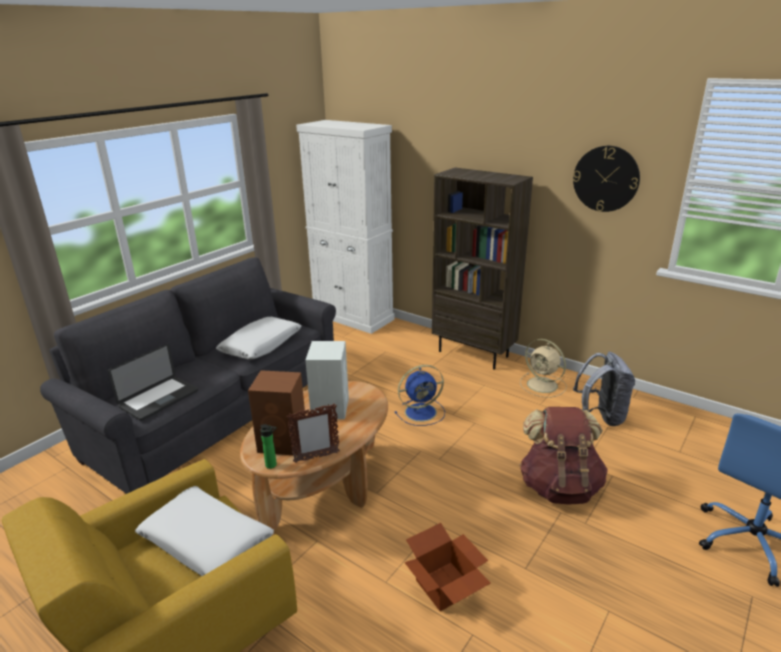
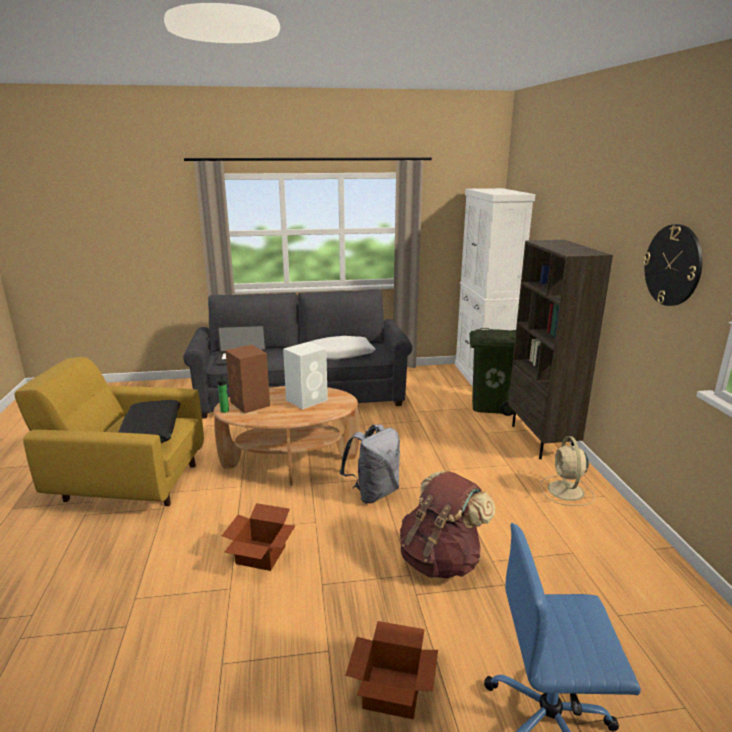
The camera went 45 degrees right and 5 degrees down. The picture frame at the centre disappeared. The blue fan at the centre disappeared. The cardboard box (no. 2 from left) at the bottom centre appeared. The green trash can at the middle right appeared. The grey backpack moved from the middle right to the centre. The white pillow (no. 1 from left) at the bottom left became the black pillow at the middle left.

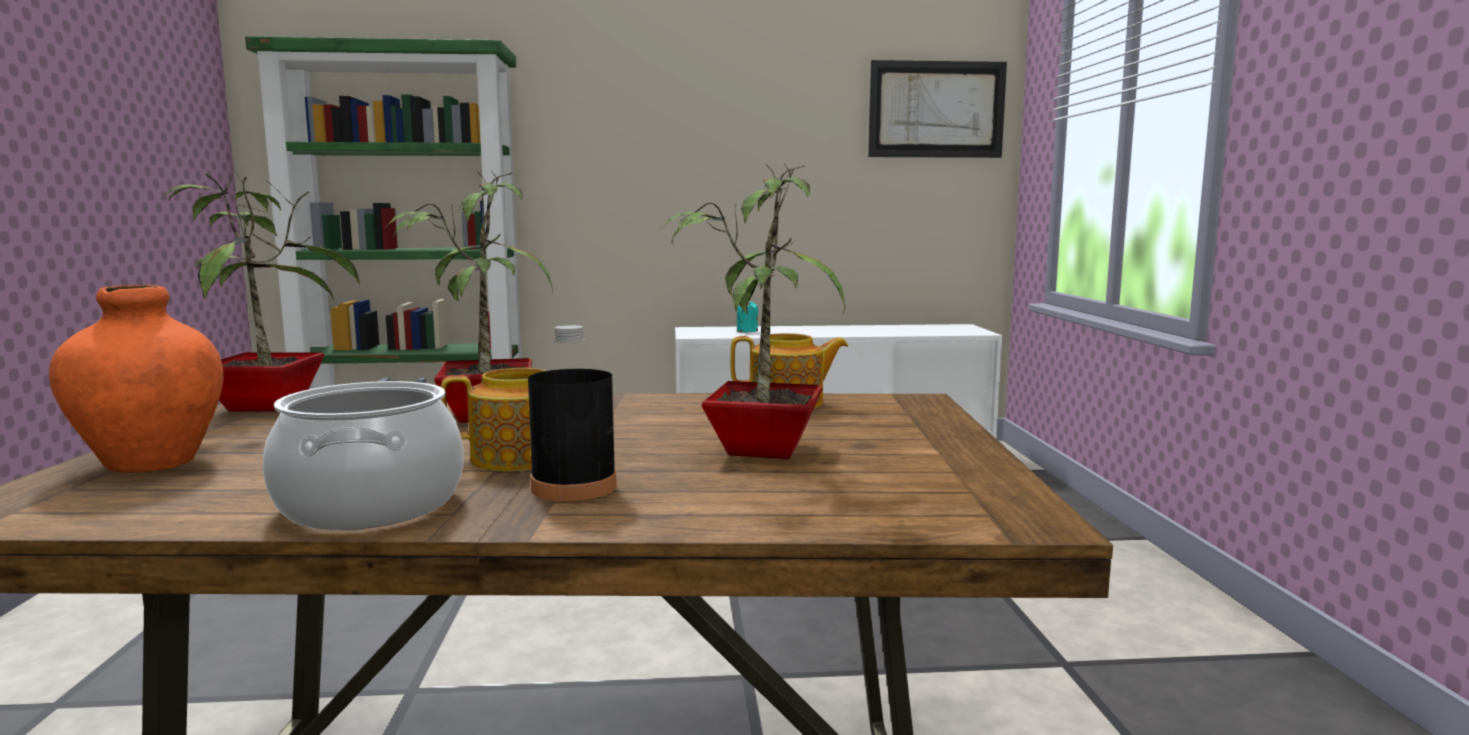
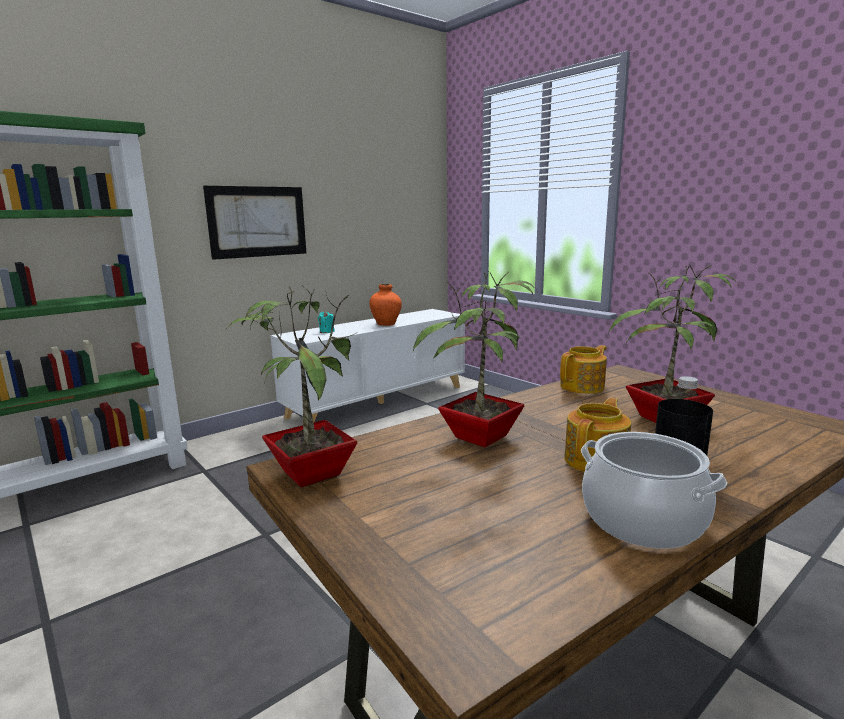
The camera went 35 degrees left and 5 degrees up. The orange vase moved from the middle left to the centre. The picture moved from the top centre to the top left.

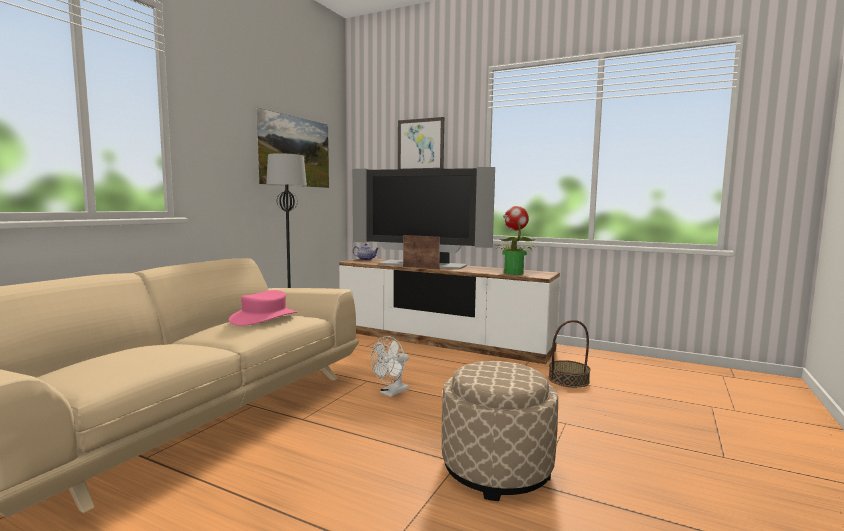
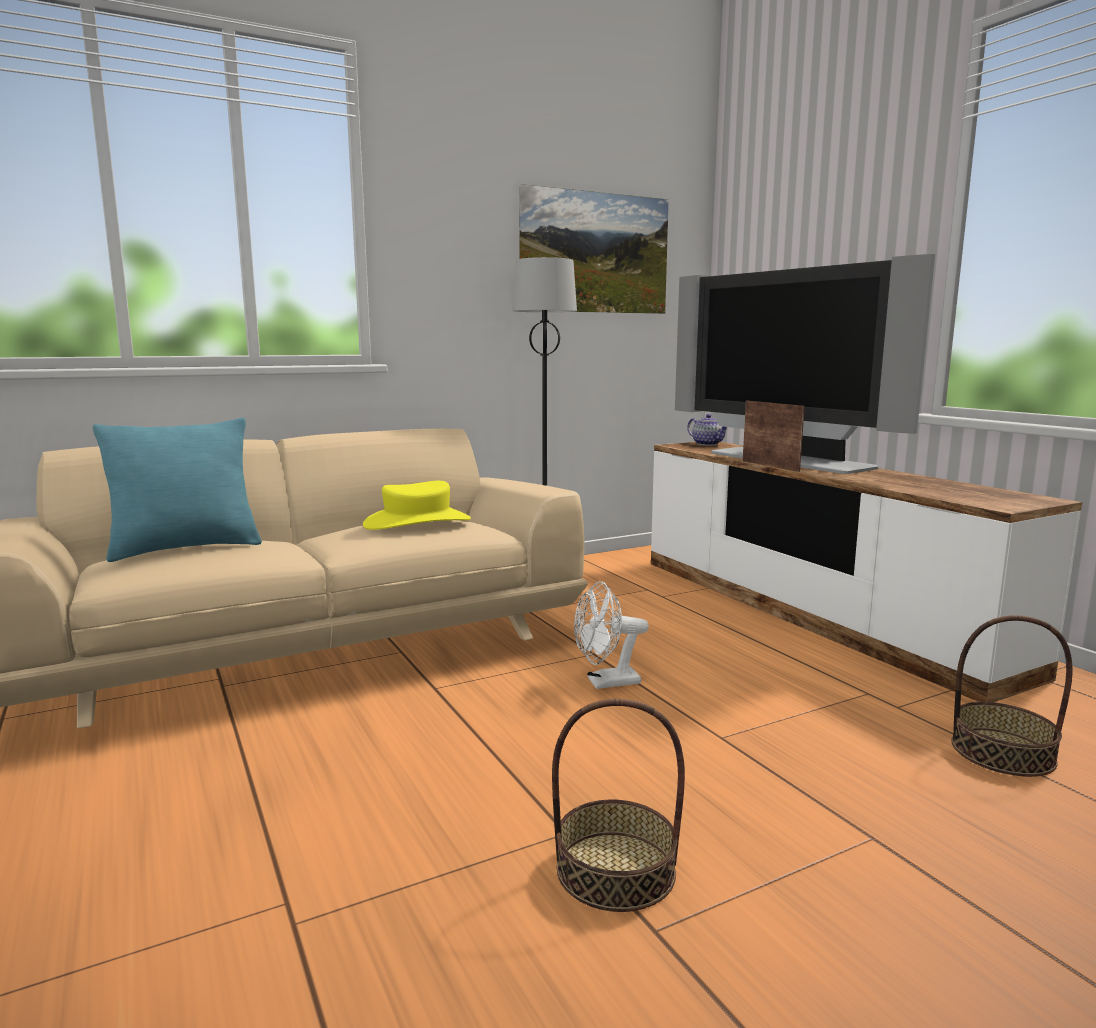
The camera went 35 degrees right and 5 degrees up. The picture (no. 2 from left) at the top centre disappeared. The potted plant at the centre disappeared. The turquoise pillow at the middle left appeared. The beige ottoman at the bottom centre was replaced by the basket (no. 1 from left) at the bottom centre. The pink hat at the middle left became the yellow hat at the centre.

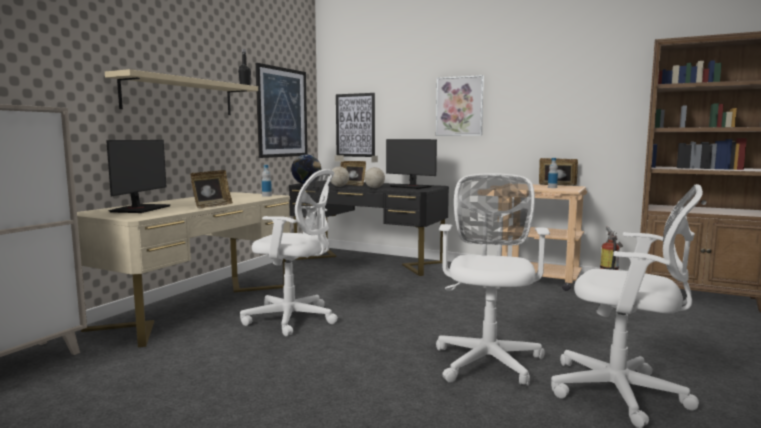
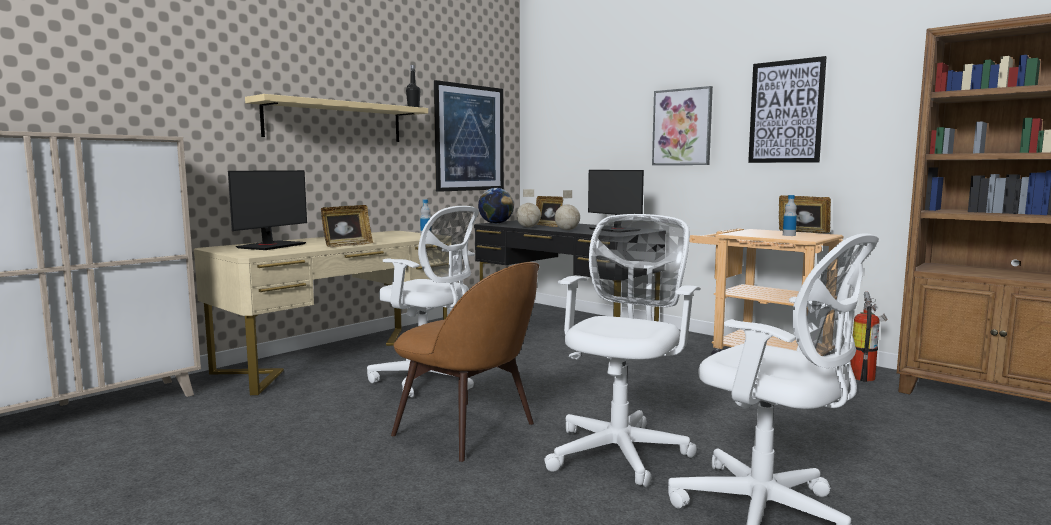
The camera went 15 degrees right and 0 degrees up. The brown chair at the bottom centre appeared. The picture (no. 2 from left in the first image) moved from the top centre to the top right.

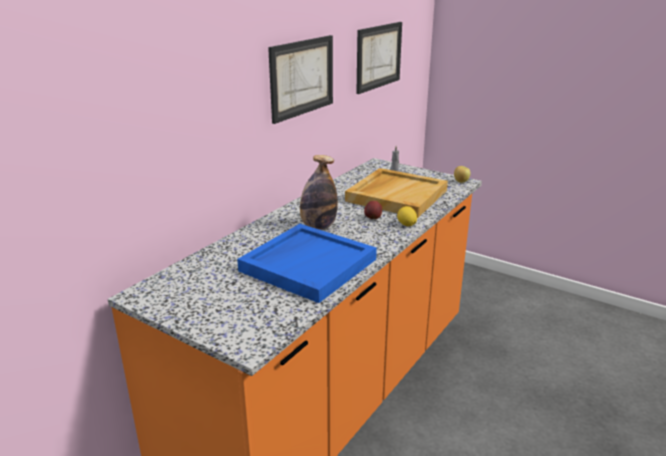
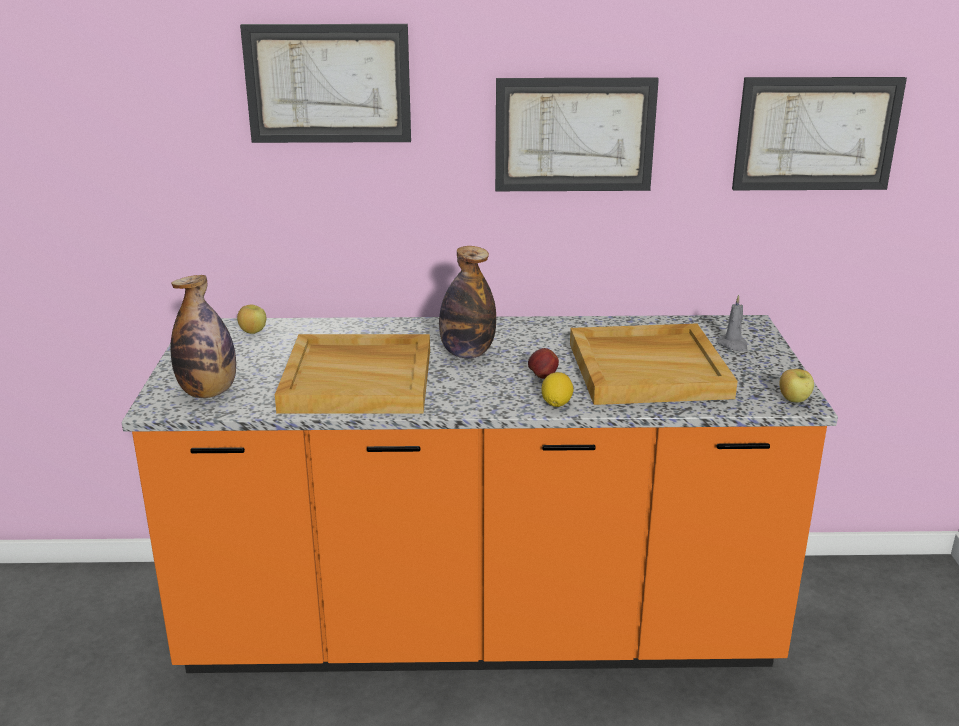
The camera went 55 degrees right and 0 degrees up. The bottle (no. 1 from left) at the middle left appeared. The apple (no. 1 from left) at the middle left appeared. The picture (no. 1 from left) at the top centre appeared. The blue tray at the centre became the beige tray (no. 1 from left) at the centre.

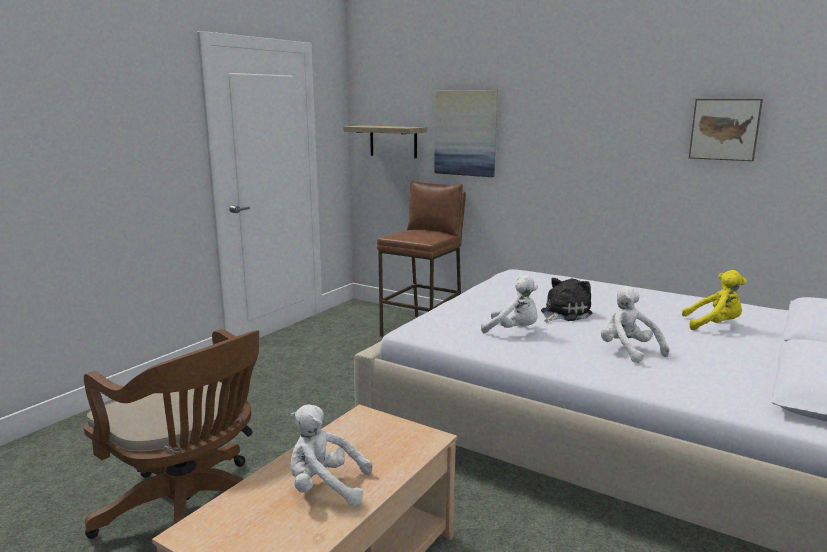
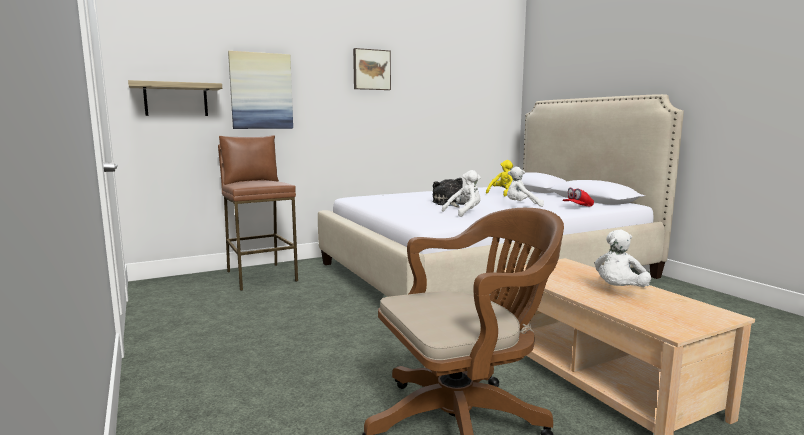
The camera went 60 degrees left and 5 degrees down. The red cap at the middle right appeared. The picture (no. 2 from left) moved from the top right to the top centre.

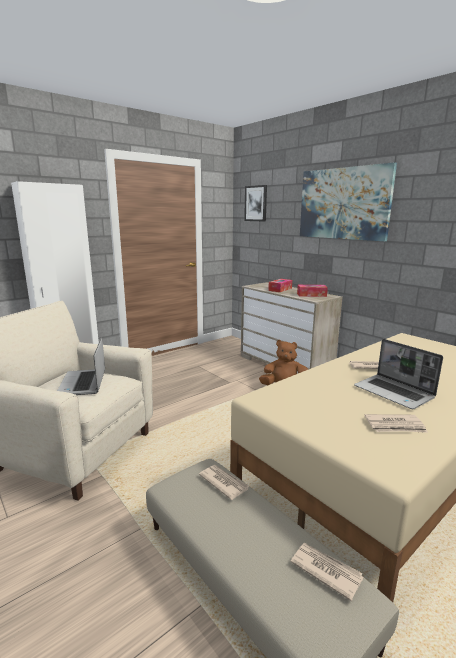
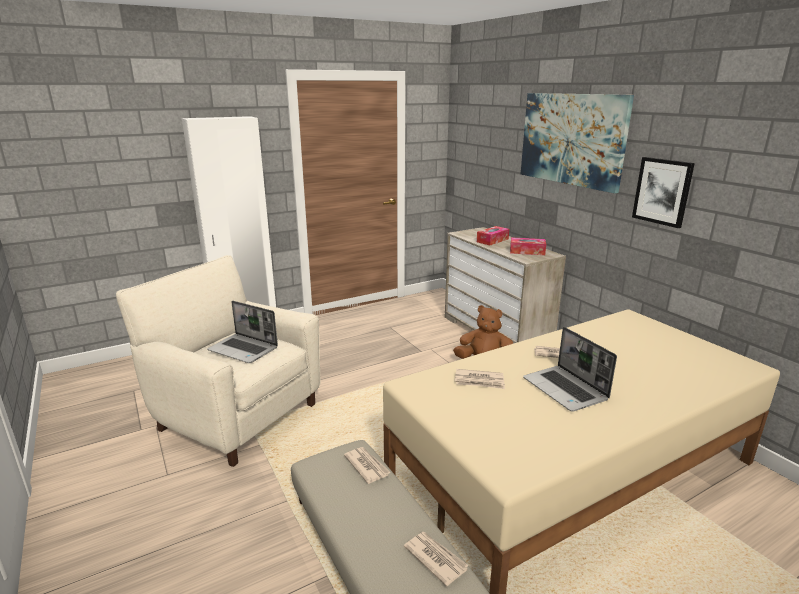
The camera went 10 degrees right and 5 degrees up. The picture (no. 1 from left in the first image) moved from the top centre to the top right. The newspaper (no. 4 from left in the first image) moved from the middle right to the centre. The laptop (no. 1 from left) at the middle left turned 60 degrees counterclockwise.

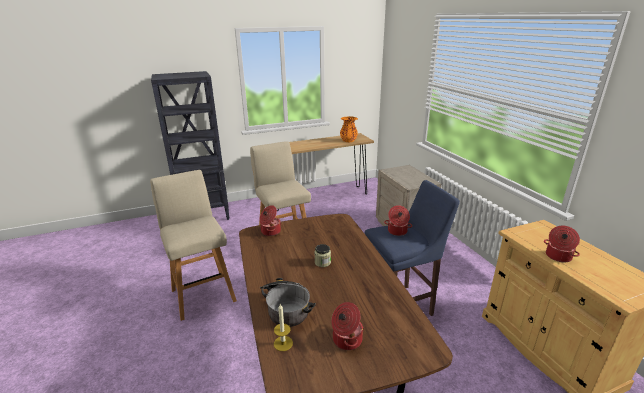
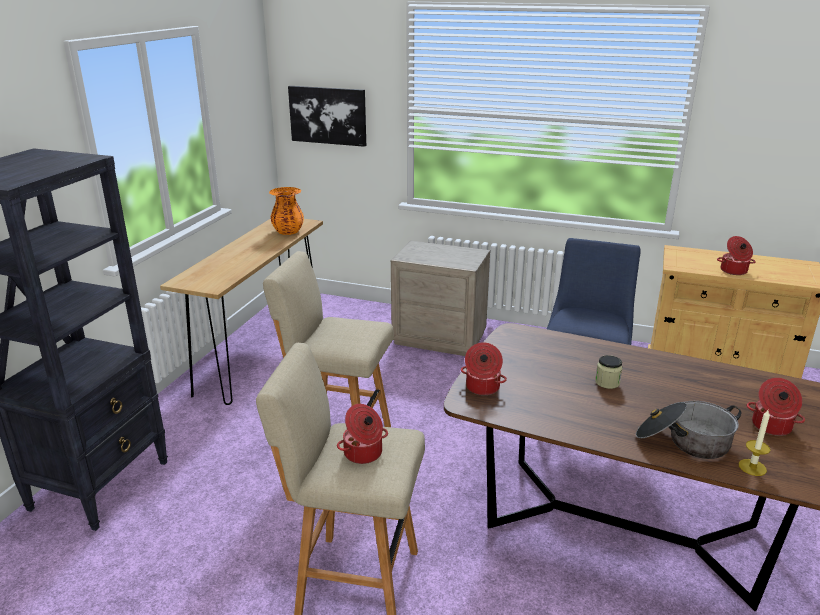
The camera went 50 degrees left and 0 degrees up. The picture at the top centre appeared. The cooking pot (no. 4 from left in the first image) moved from the centre to the bottom centre.

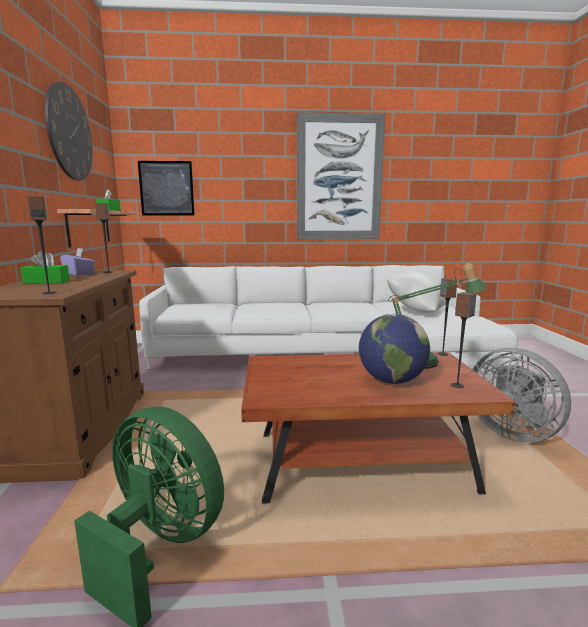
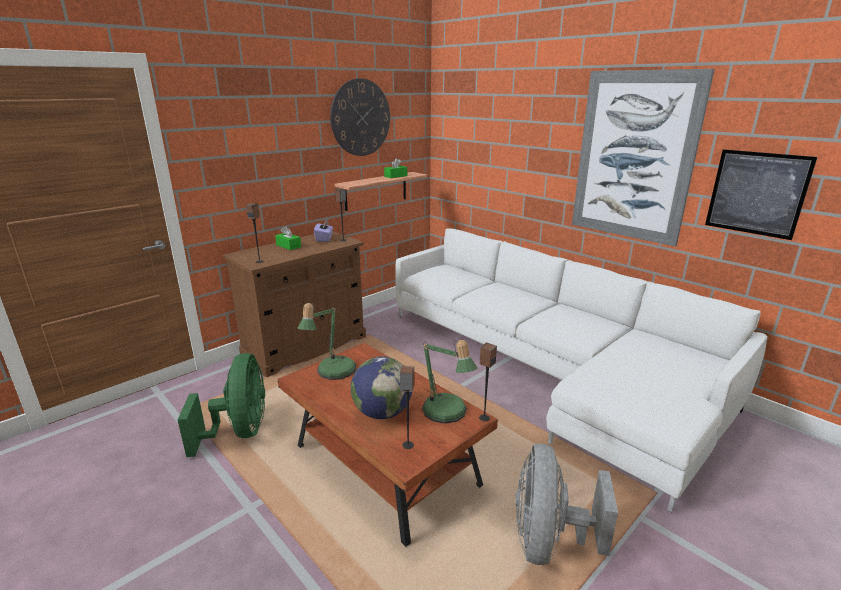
The camera went 50 degrees right and 10 degrees up. The white pillow at the middle right disappeared. The table lamp (no. 1 from left) at the centre appeared. The picture (no. 1 from left in the first image) moved from the top left to the top right.

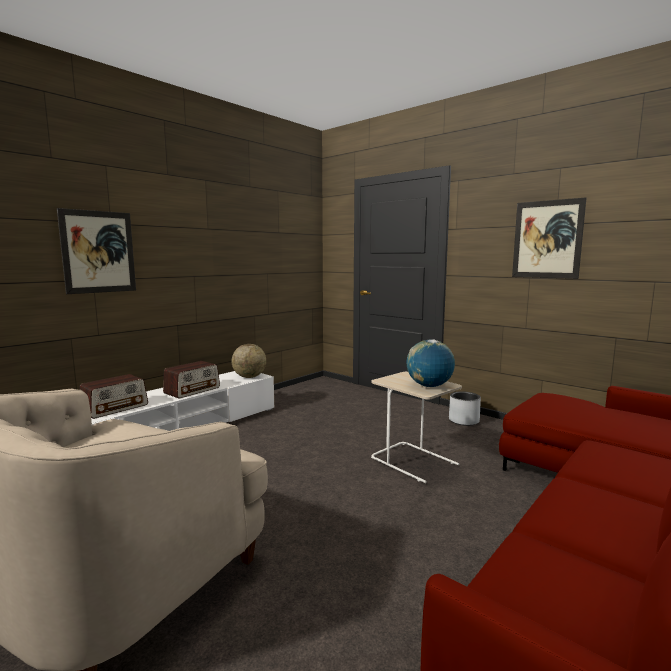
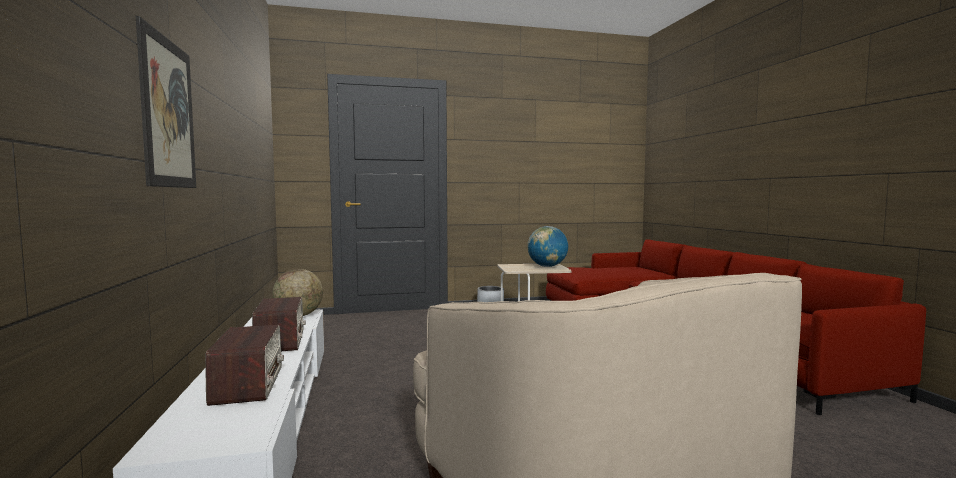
The camera went 55 degrees left and 5 degrees down. The picture (no. 2 from left) at the middle right disappeared.

